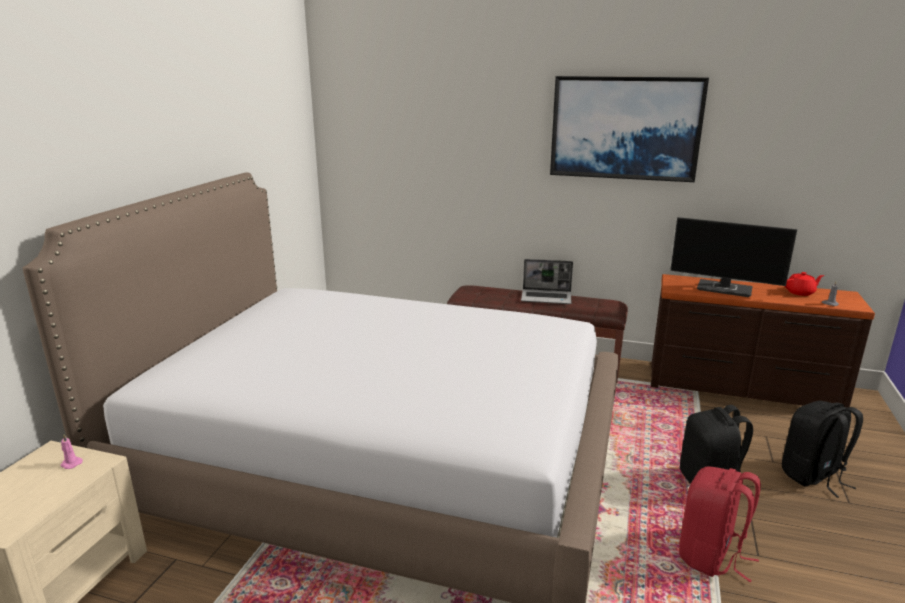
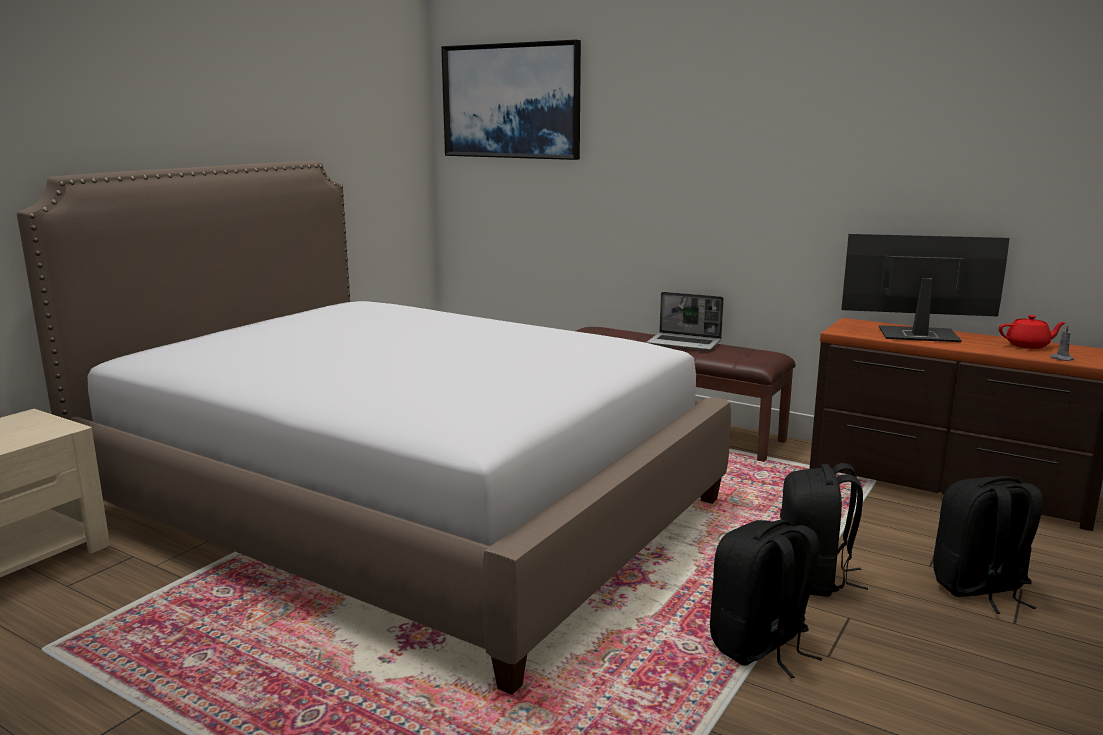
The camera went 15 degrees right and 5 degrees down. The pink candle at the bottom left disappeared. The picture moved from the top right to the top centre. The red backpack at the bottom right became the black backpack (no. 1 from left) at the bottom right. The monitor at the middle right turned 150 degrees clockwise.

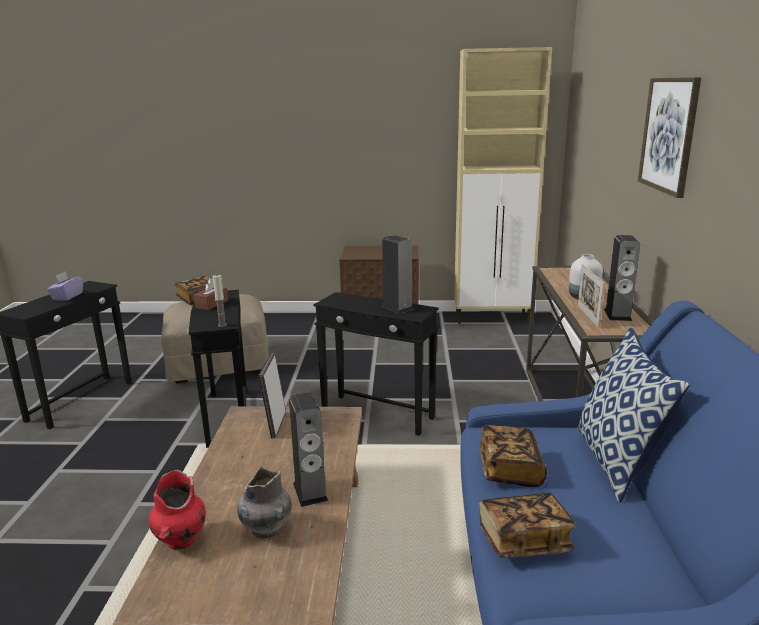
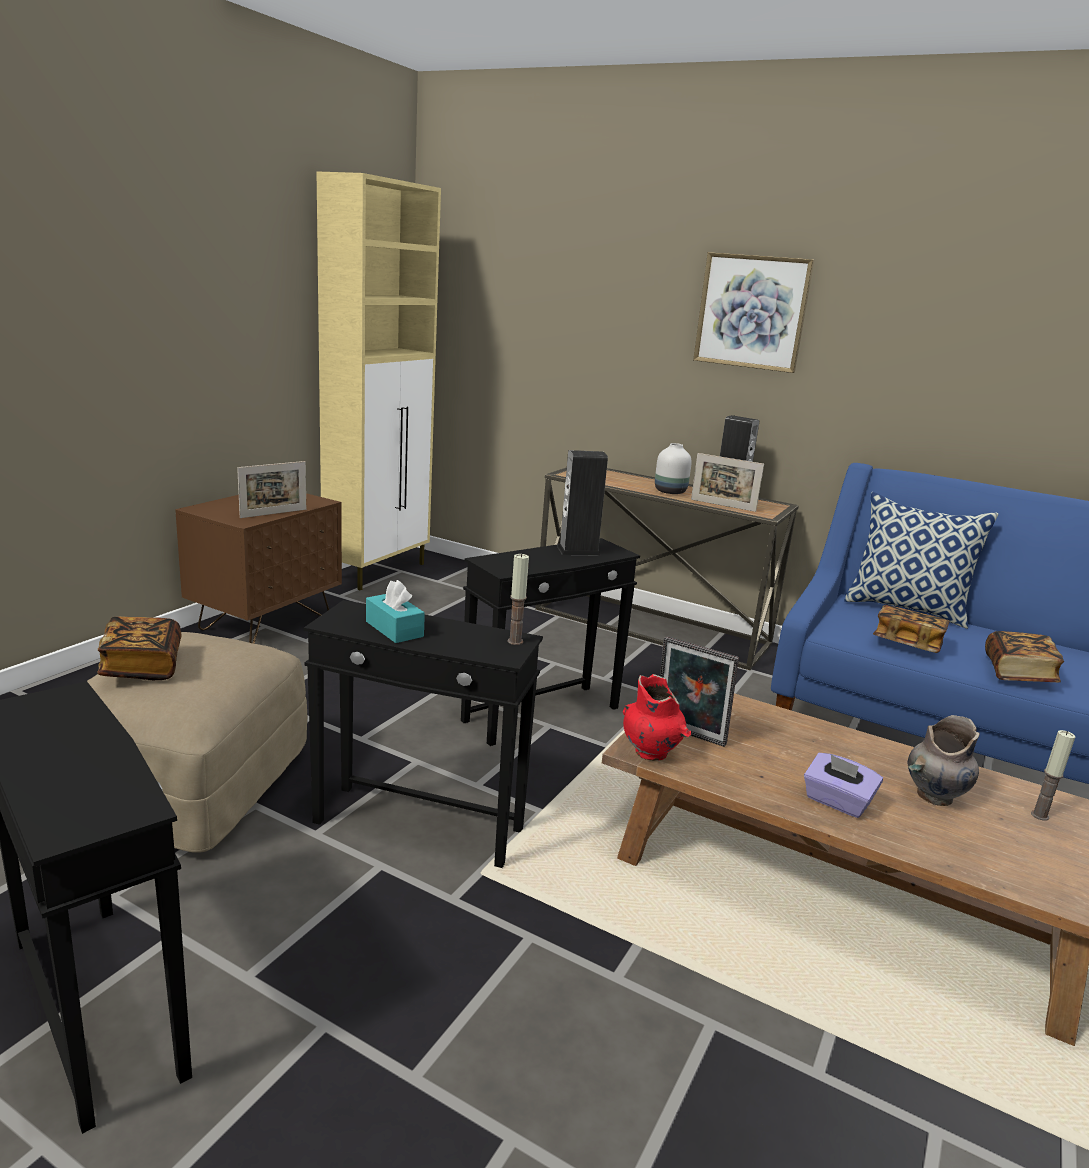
The camera went 65 degrees left and 0 degrees up. The speaker (no. 1 from left) at the bottom centre disappeared. The picture frame (no. 1 from left) at the middle left appeared. The candle (no. 2 from left) at the middle right appeared. The purple tissue box moved from the middle left to the bottom right. The red vase moved from the bottom left to the centre. The brown tissue box at the middle left became the turquoise tissue box at the centre.

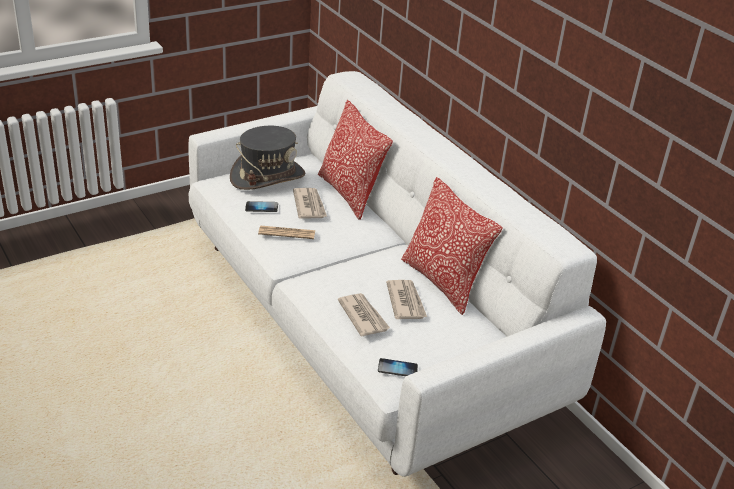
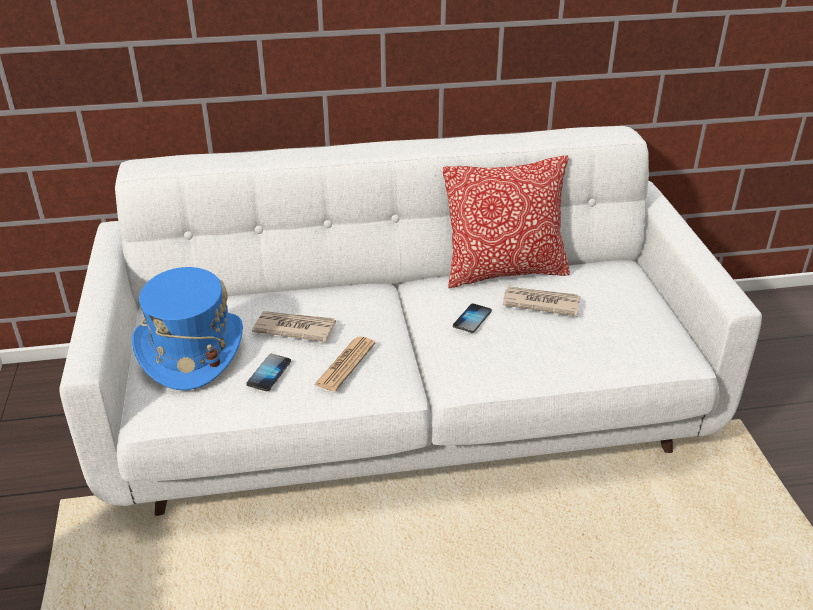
The camera went 65 degrees left and 0 degrees up. The pillow (no. 1 from left) at the top centre disappeared. The newspaper (no. 3 from left) at the centre disappeared. The phone (no. 2 from left) moved from the bottom centre to the centre. The grey hat at the top centre became the blue hat at the middle left.

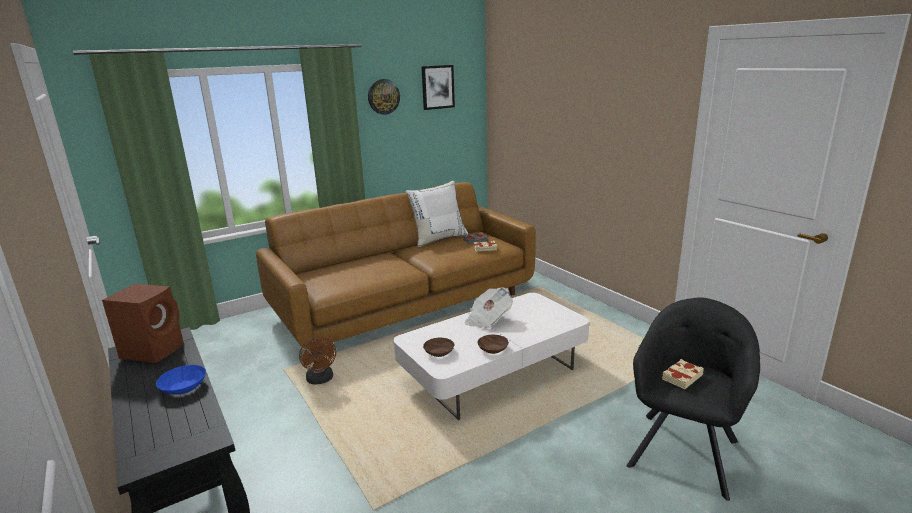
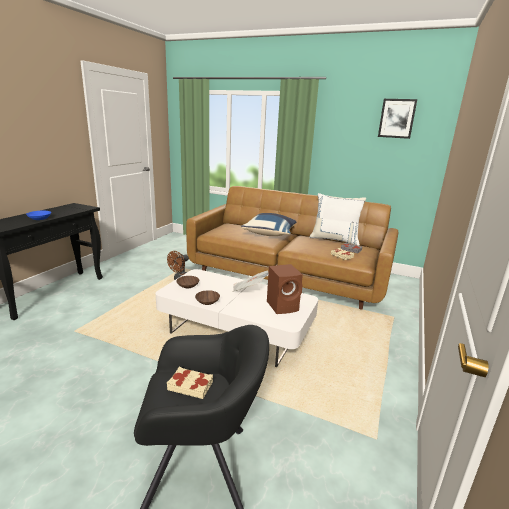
The camera went 55 degrees right and 0 degrees up. The wall clock at the top centre disappeared. The blue pillow at the centre appeared. The brown speaker moved from the middle left to the centre.

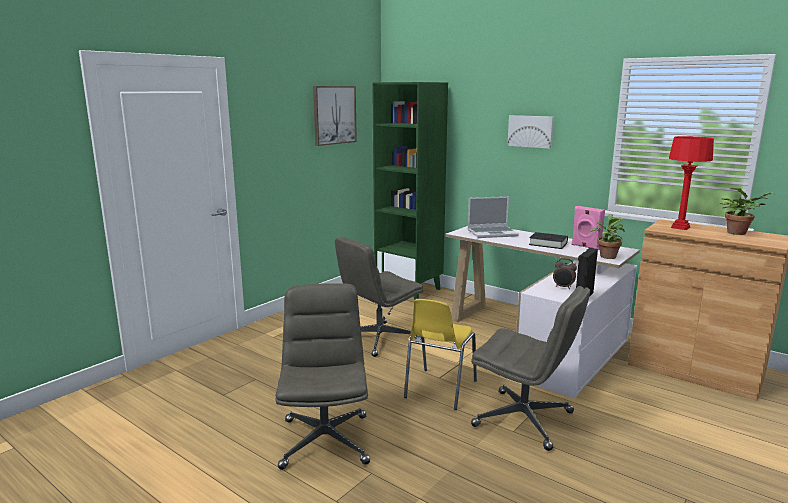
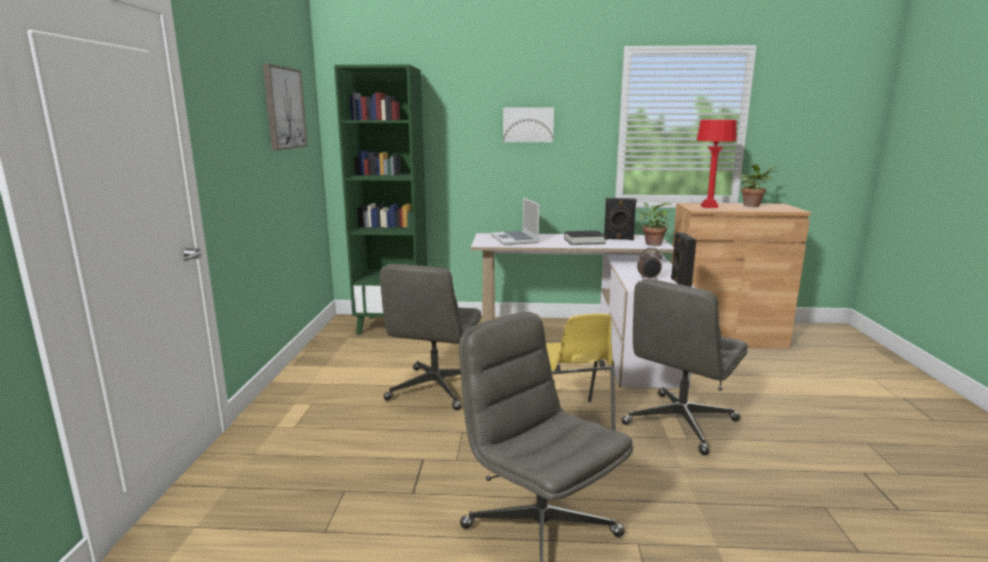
The camera went 35 degrees left and 0 degrees up. The pink speaker at the middle right became the black speaker (no. 1 from left) at the centre. The laptop at the centre turned 120 degrees clockwise. The grey office chair (no. 3 from left) at the bottom right turned 135 degrees clockwise.

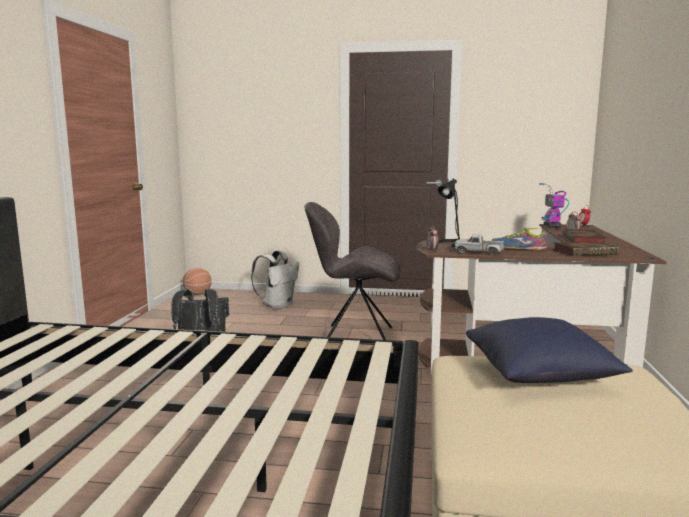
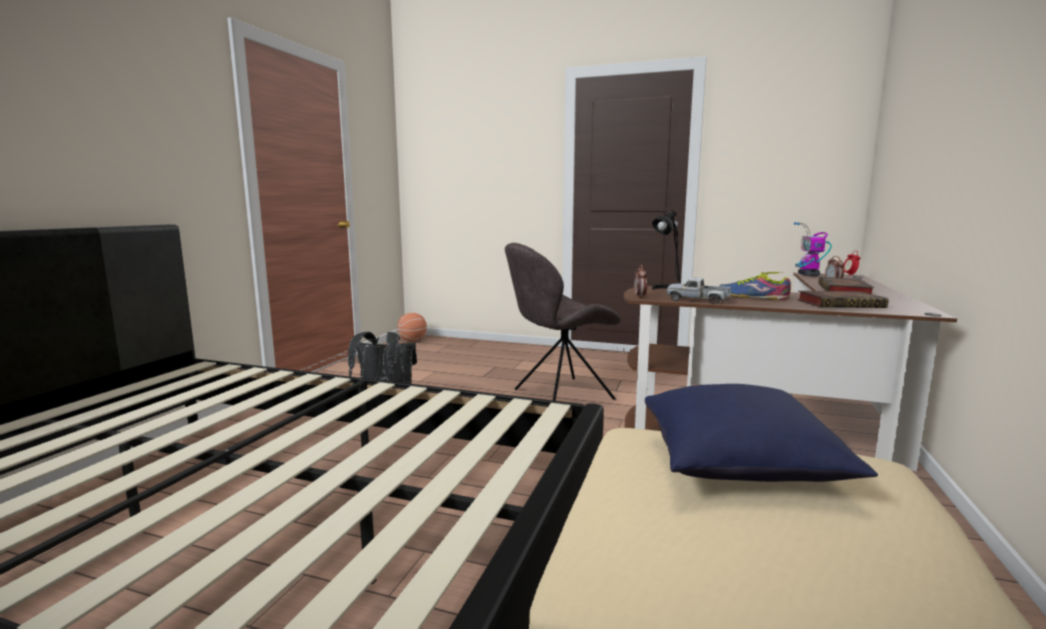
The camera went 10 degrees right and 0 degrees up. The white backpack at the centre disappeared. The grey chair at the centre turned 45 degrees counterclockwise.

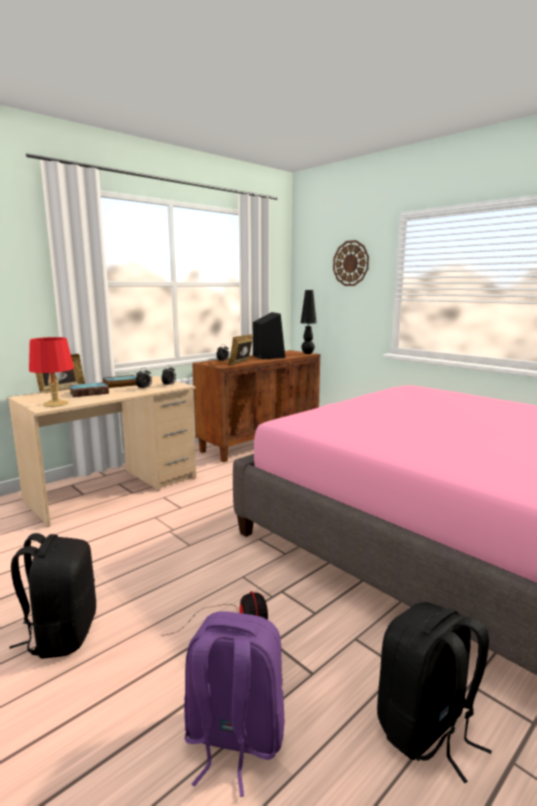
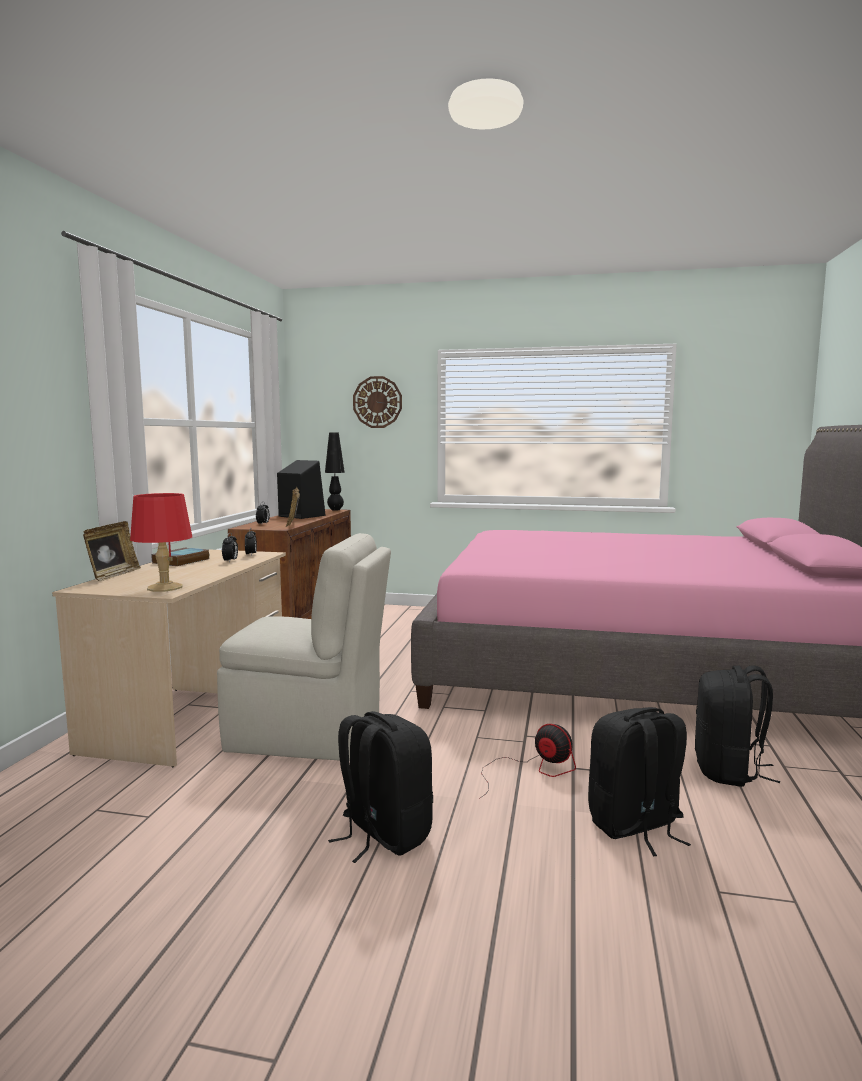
The camera went 35 degrees left and 5 degrees down. The book (no. 1 from left) at the middle left disappeared. The beige chair at the centre appeared. The purple backpack at the bottom centre became the black backpack (no. 2 from left) at the bottom right.

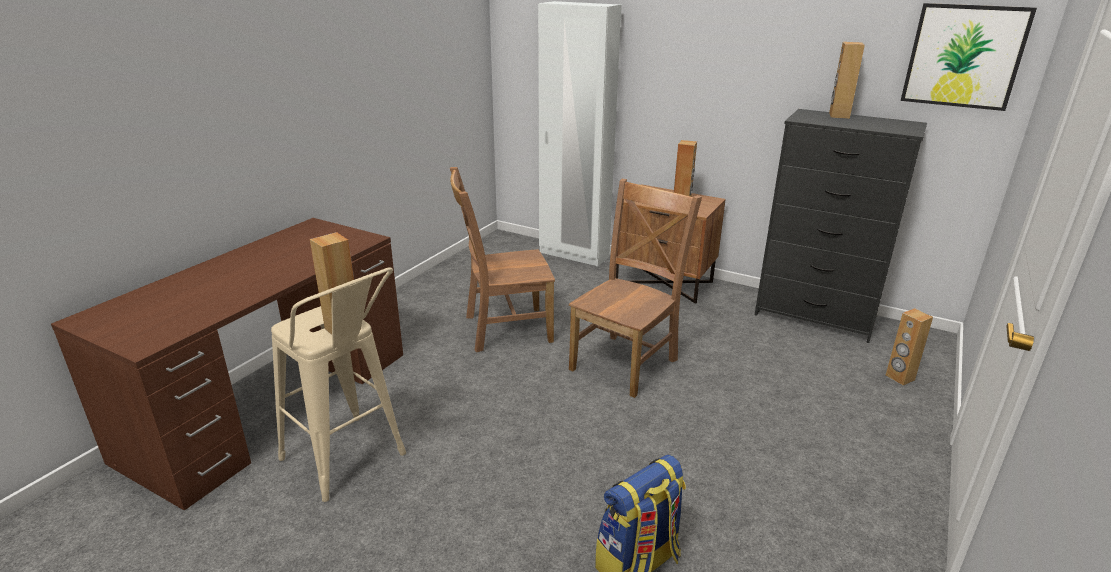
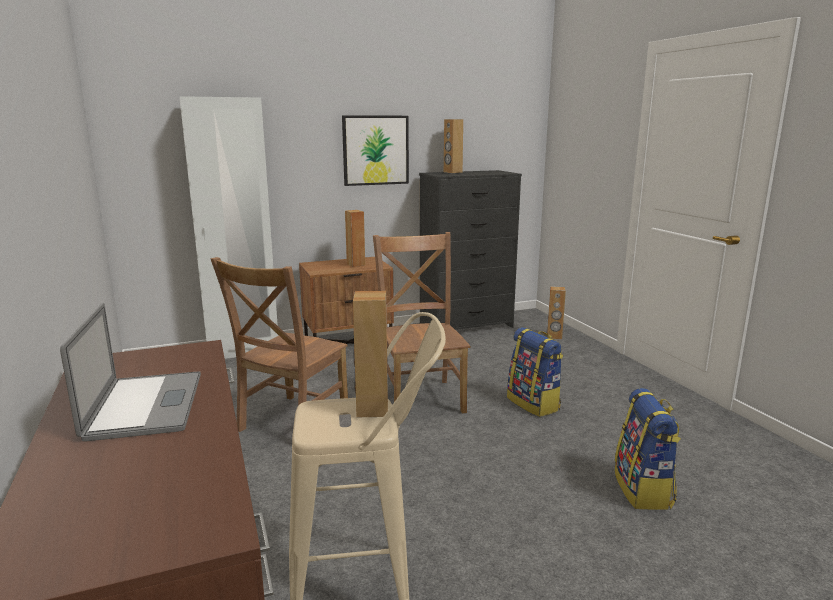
The camera went 50 degrees left and 10 degrees down. The laptop at the middle left appeared. The backpack (no. 1 from left) at the centre appeared. The picture moved from the top right to the top centre.

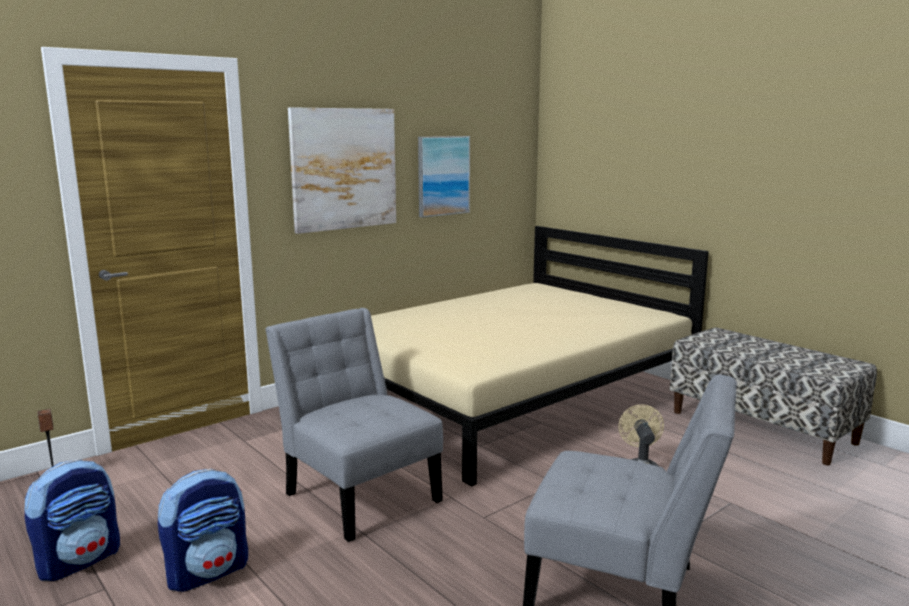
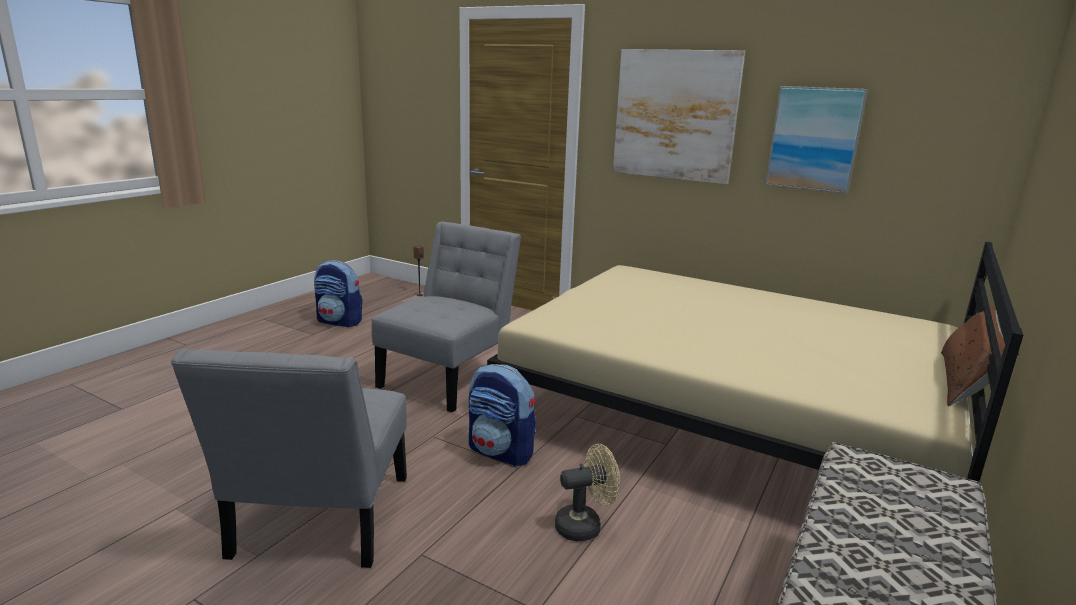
The camera went 70 degrees right and 5 degrees up. The brown pillow at the middle right appeared. The backpack (no. 2 from left) moved from the bottom left to the bottom centre.

